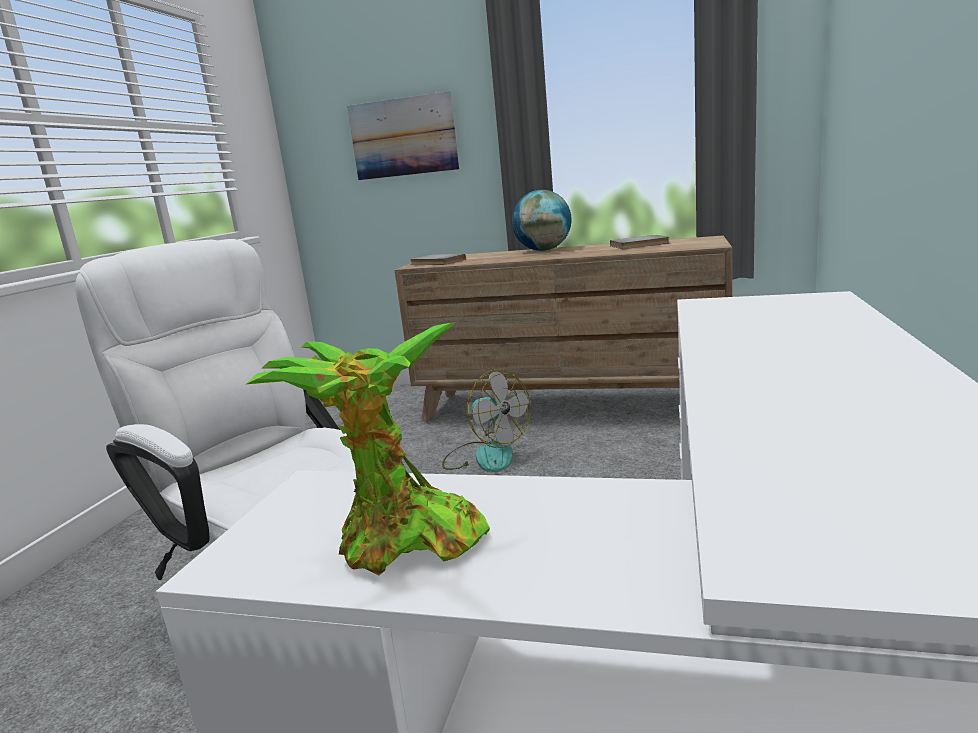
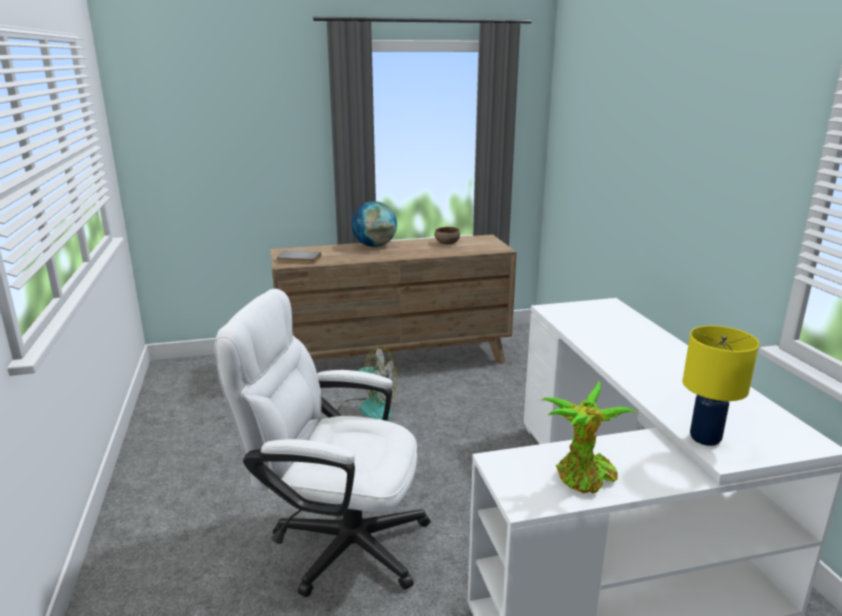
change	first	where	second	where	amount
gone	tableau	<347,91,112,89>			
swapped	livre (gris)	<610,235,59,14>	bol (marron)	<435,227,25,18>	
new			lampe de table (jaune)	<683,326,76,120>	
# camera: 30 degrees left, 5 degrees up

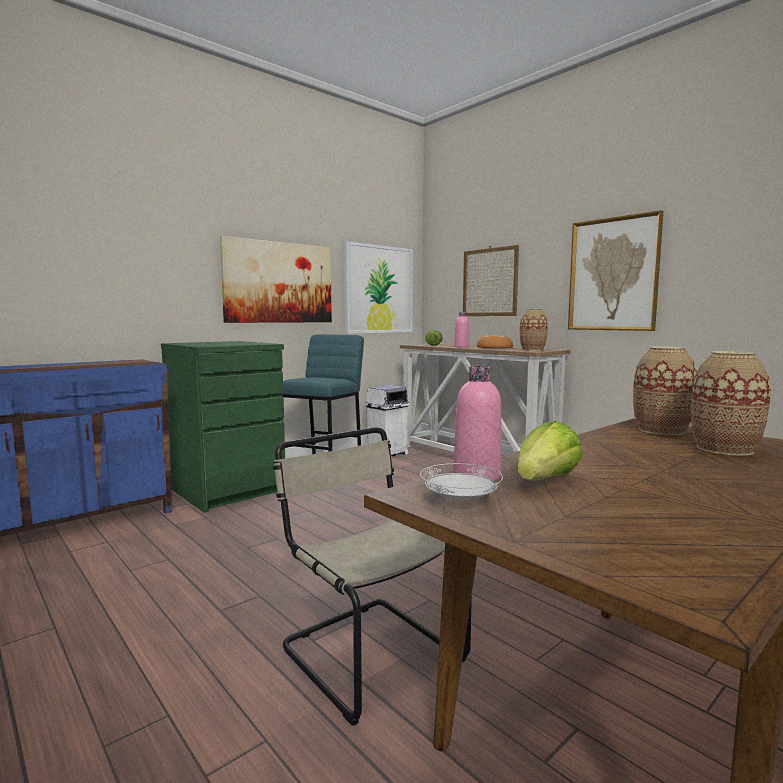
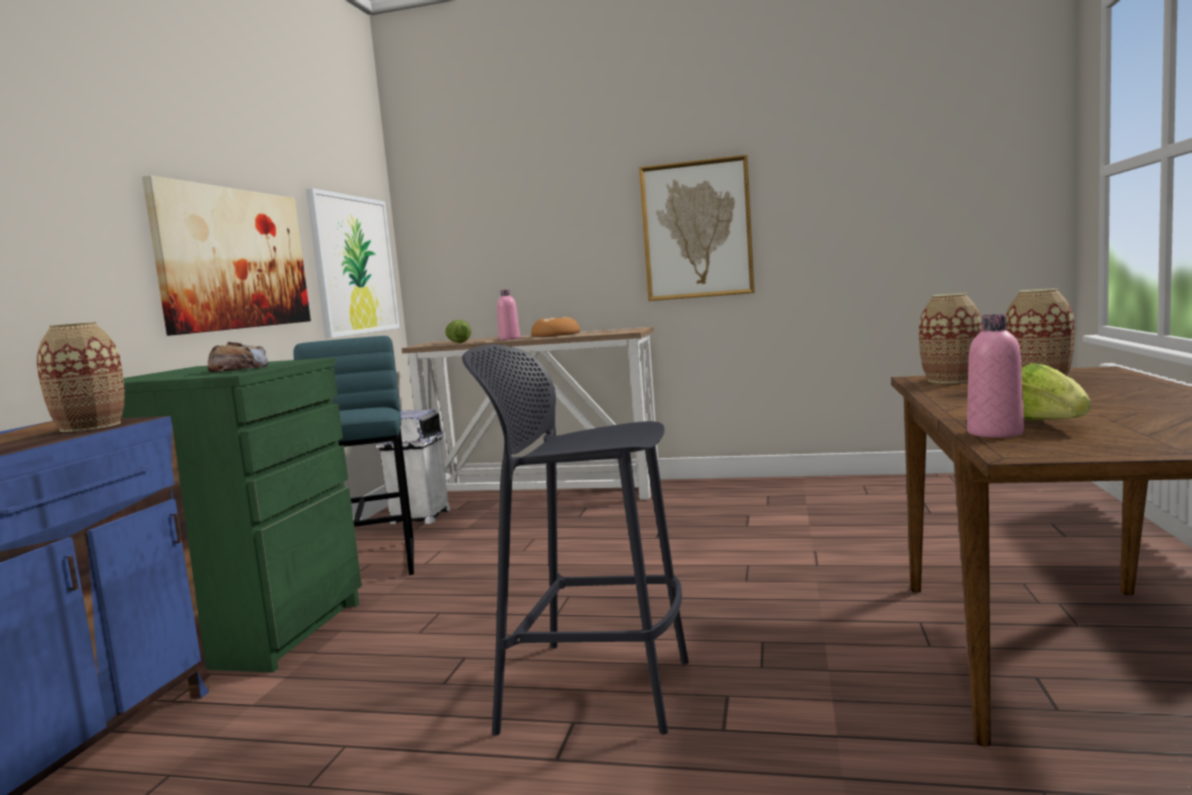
change	first	where	second	where	amount
gone	tableau	<463,245,56,71>			
shifted	vase	<520,309,28,42>		<37,322,87,110>	
gone	chaise (beige)	<273,427,199,299>			
gone	assiette (blanc)	<420,463,83,38>			
new			pain	<207,342,61,31>	
new			tabouret (gris)	<462,344,227,392>	
# camera: 35 degrees left, 0 degrees up

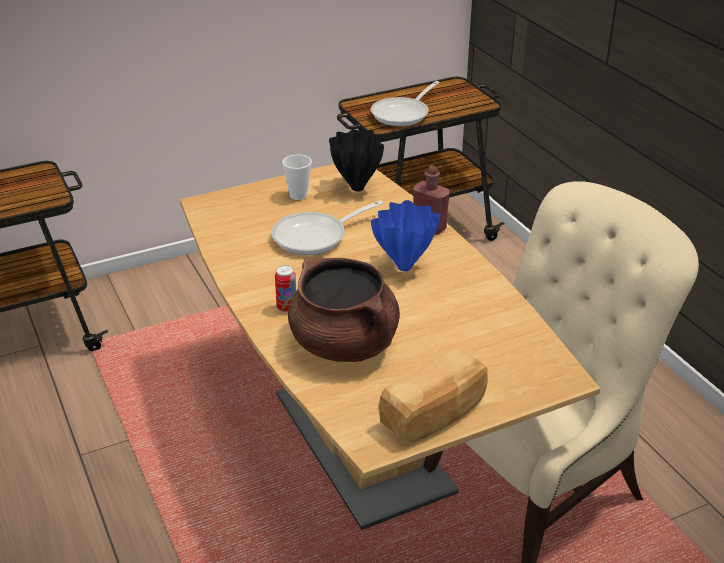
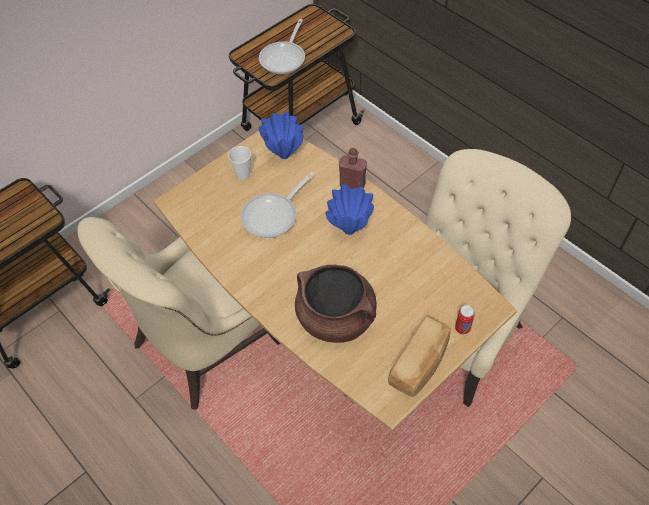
change	first	where	second	where	amount
repainted	vase (noir)	<329,130,55,61>	vase (bleu)	<258,111,45,48>	
shifted	boîte métallique	<275,265,21,48>		<455,305,20,29>	
new			chaise (beige)	<77,217,203,193>	
# camera: 15 degrees left, 20 degrees up

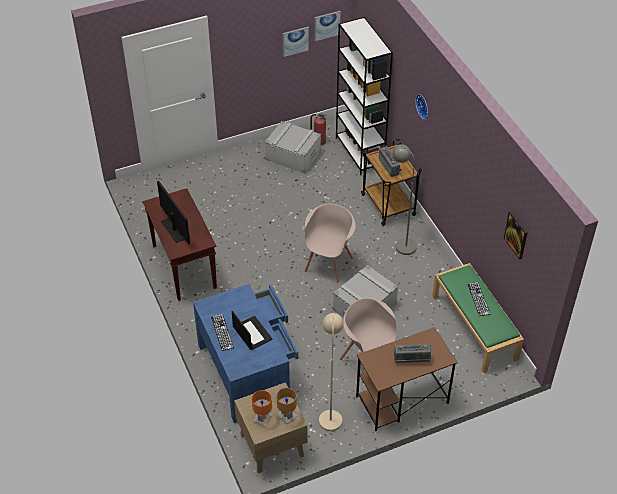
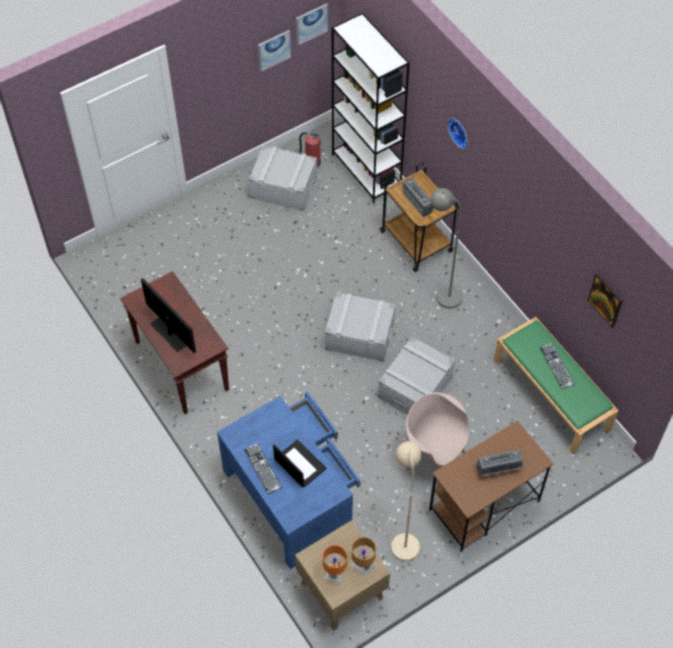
change	first	where	second	where	amount
swapped	chaise (beige)	<305,204,51,79>	boîte de rangement (gris)	<325,292,71,70>	
# camera: 10 degrees left, 10 degrees up

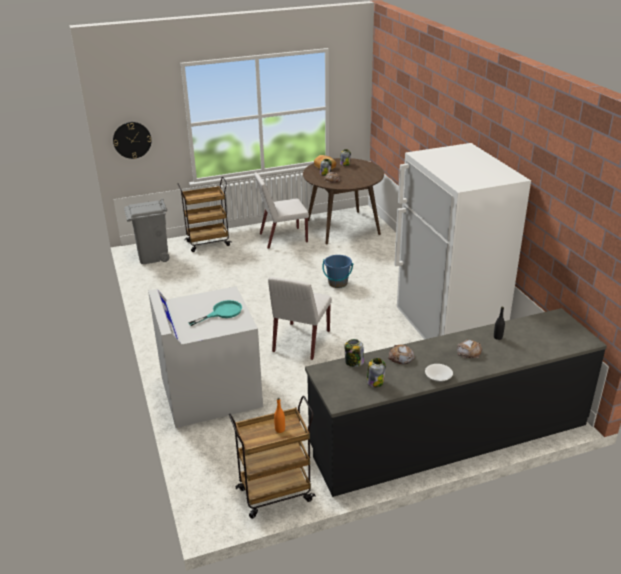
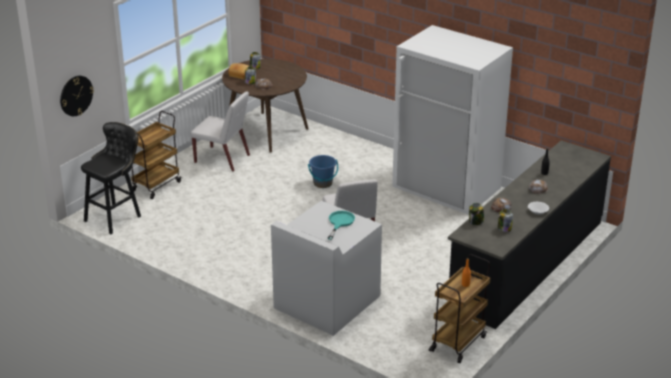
change	first	where	second	where	amount
rotated	chaise (blanc)	<254,172,55,77>		<190,91,60,81>	105 degrees counterclockwise
swapped	poubelle (gris)	<124,199,46,65>	tabouret (noir)	<81,122,60,112>	
# camera: 35 degrees left, 0 degrees up

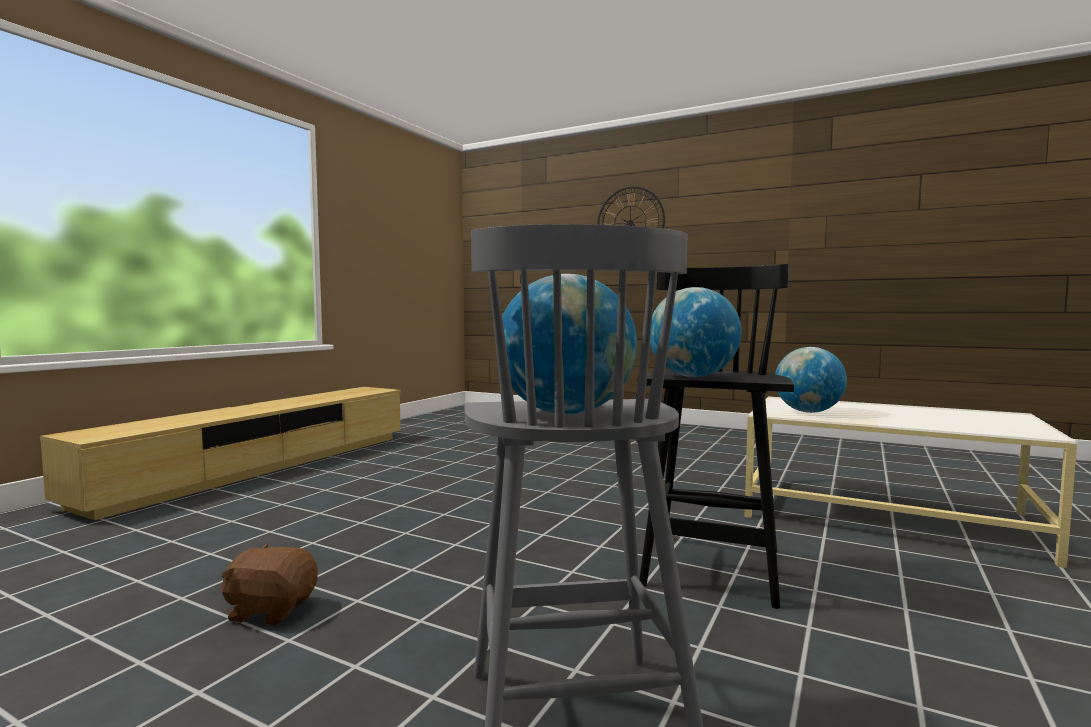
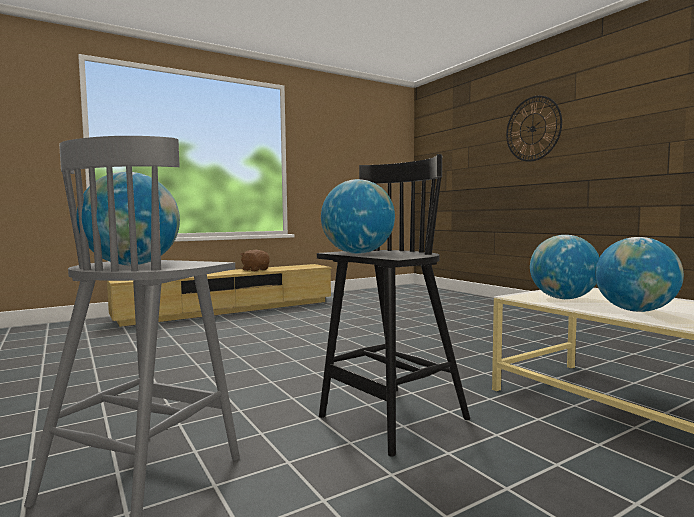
change	first	where	second	where	amount
shifted	peluche (marron)	<222,544,96,82>		<241,250,29,21>	
new			globe	<595,237,89,75>	
# camera: 30 degrees right, 0 degrees up

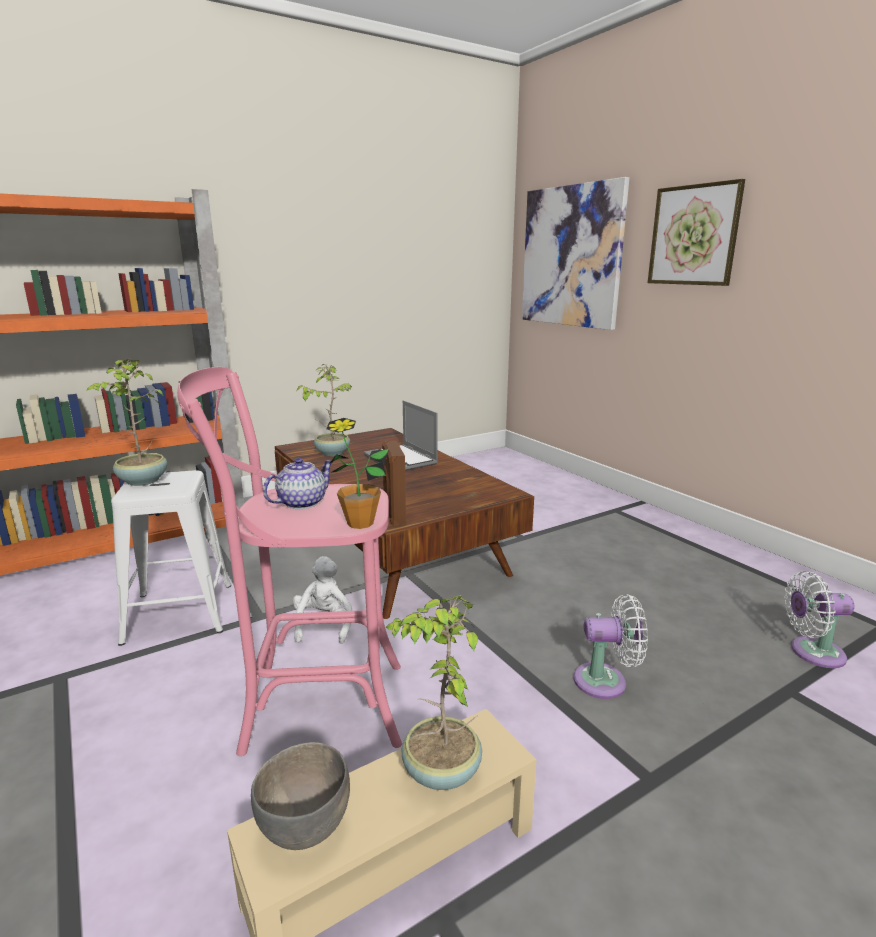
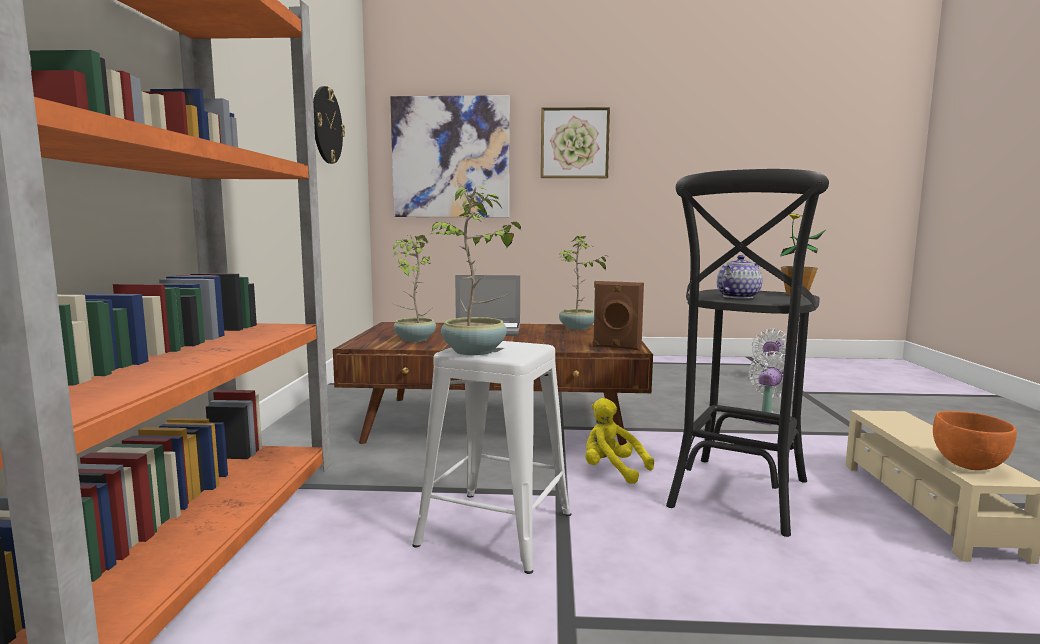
change	first	where	second	where	amount
repainted	tabouret (rose)	<177,367,225,389>	tabouret (noir)	<666,169,163,368>	
rotated	théière	<263,458,70,51>		<717,255,46,44>	60 degrees clockwise
repainted	peluche (blanc)	<293,556,59,88>	peluche (jaune)	<585,398,69,86>	
shifted	plante en pot	<386,595,96,195>		<559,235,48,95>	
repainted	bol (gris)	<251,742,99,108>	bol (orange)	<933,411,84,59>	
new			horloge murale	<313,86,32,78>	
# camera: 55 degrees left, 10 degrees down

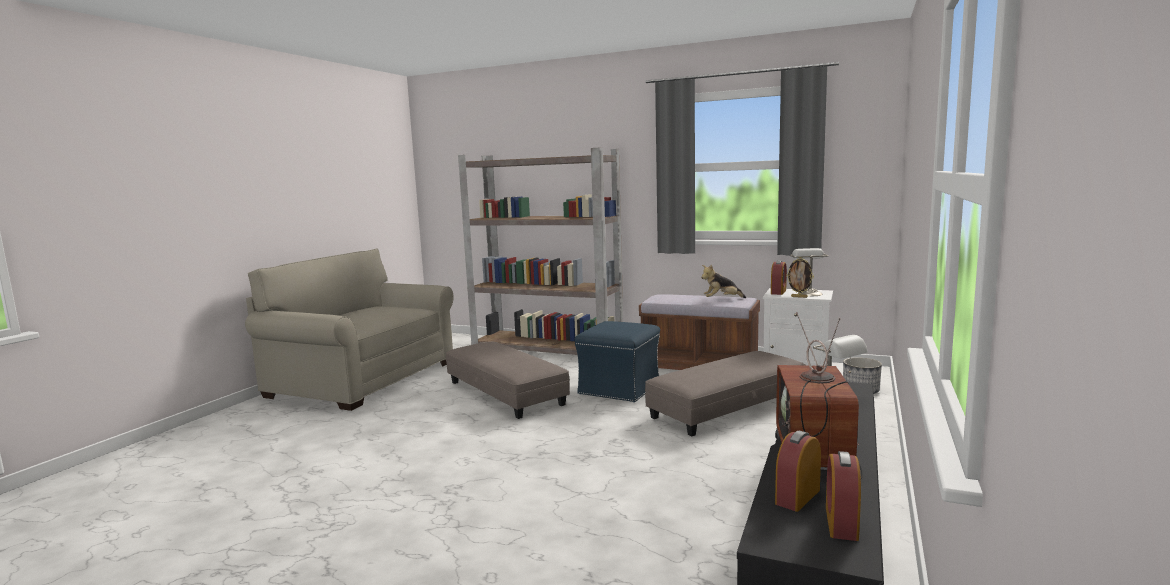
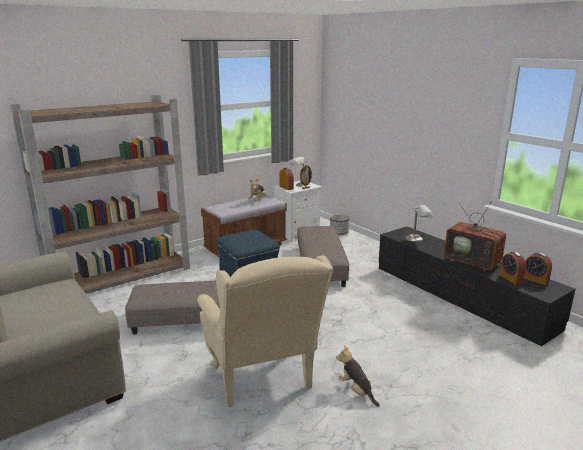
change	first	where	second	where	amount
new			fauteuil (beige)	<197,255,136,152>	
new			peluche	<336,345,44,62>	
# camera: 60 degrees left, 10 degrees up

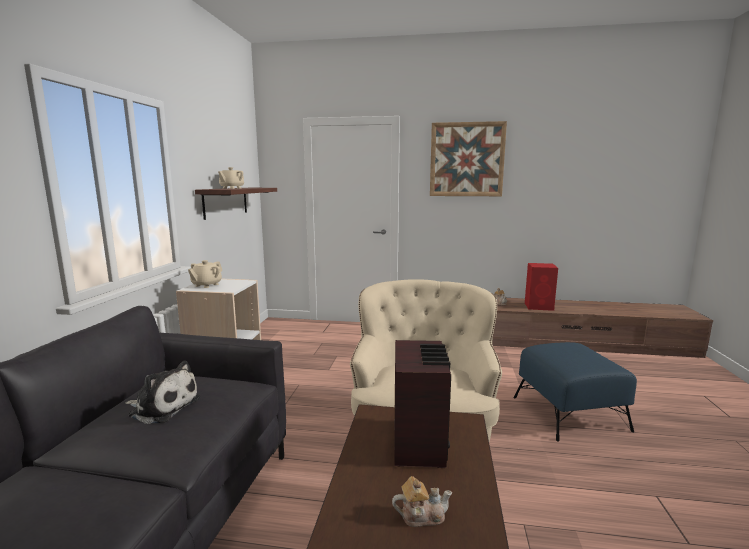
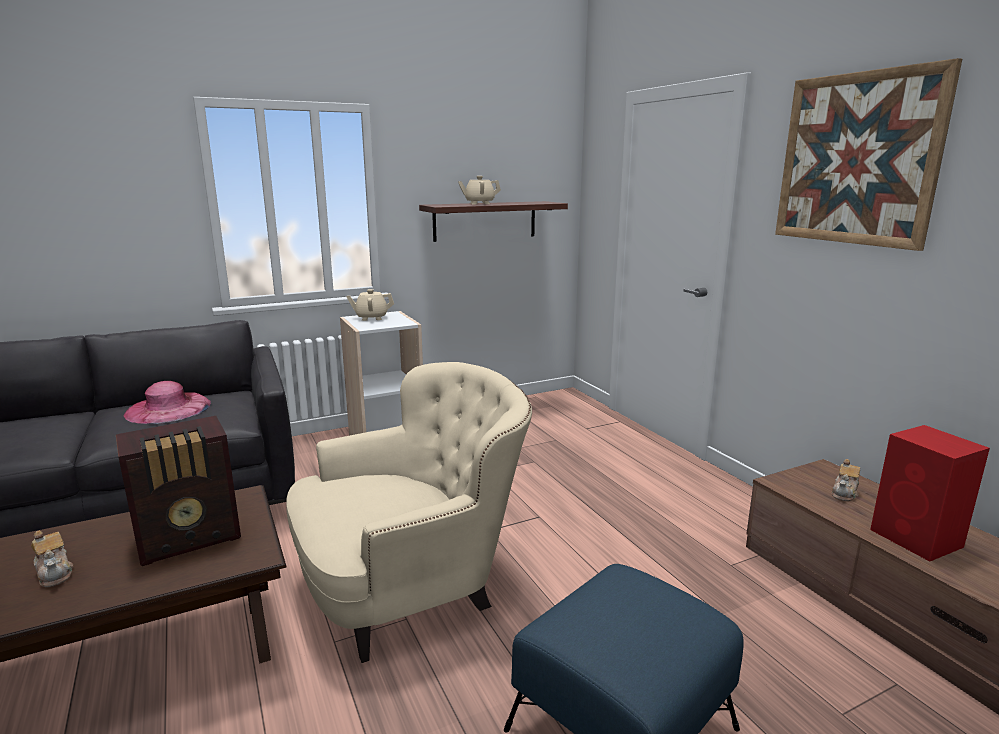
change	first	where	second	where	amount
swapped	peluche	<125,360,75,64>	chapeau (rose)	<124,381,87,43>	
# camera: 55 degrees right, 5 degrees up

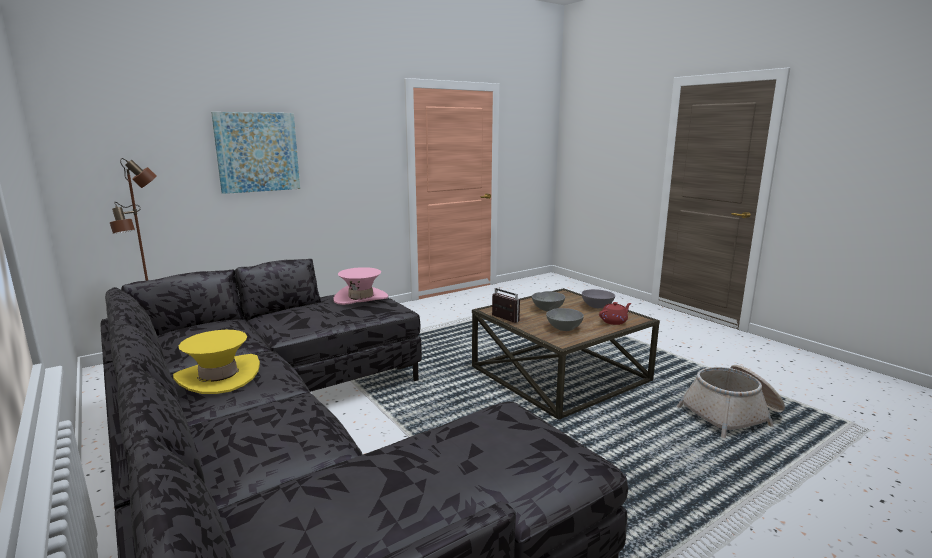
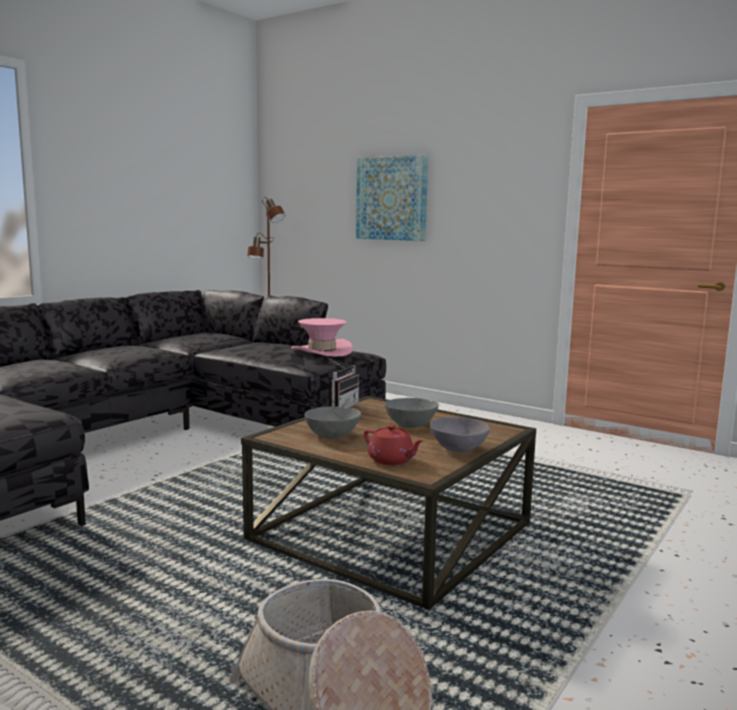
change	first	where	second	where	amount
gone	chapeau (jaune)	<173,330,87,64>			
# camera: 70 degrees right, 5 degrees down

